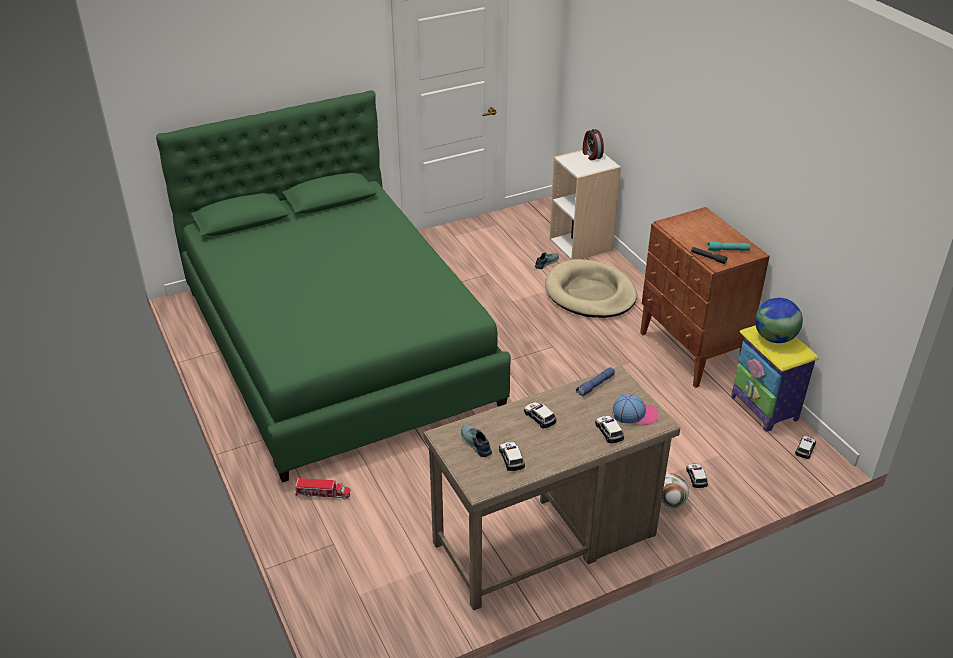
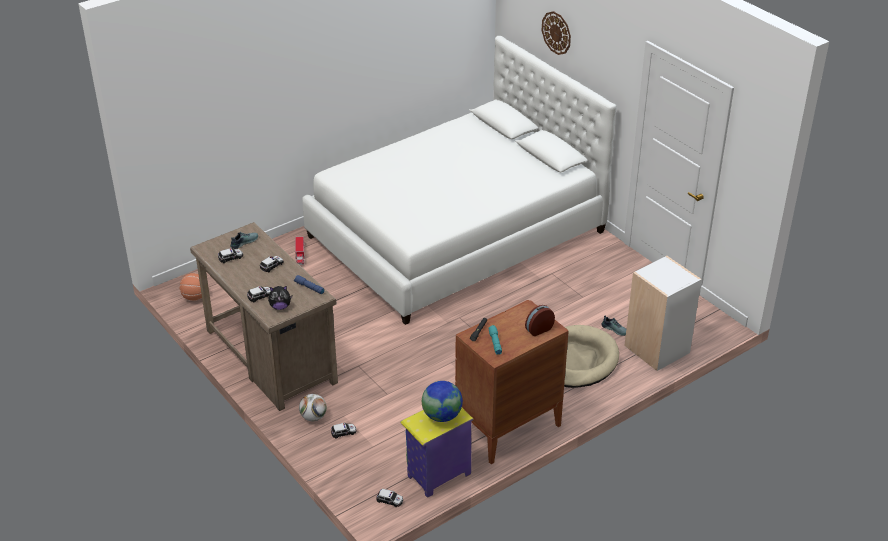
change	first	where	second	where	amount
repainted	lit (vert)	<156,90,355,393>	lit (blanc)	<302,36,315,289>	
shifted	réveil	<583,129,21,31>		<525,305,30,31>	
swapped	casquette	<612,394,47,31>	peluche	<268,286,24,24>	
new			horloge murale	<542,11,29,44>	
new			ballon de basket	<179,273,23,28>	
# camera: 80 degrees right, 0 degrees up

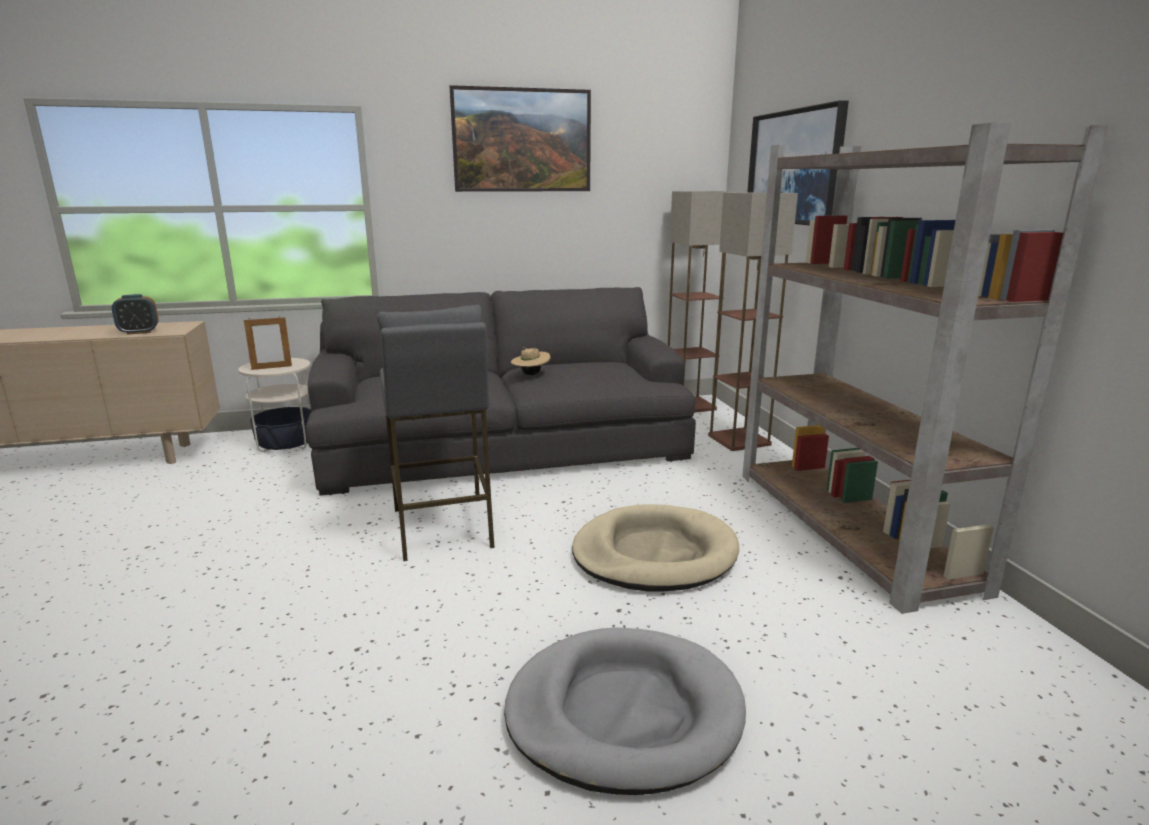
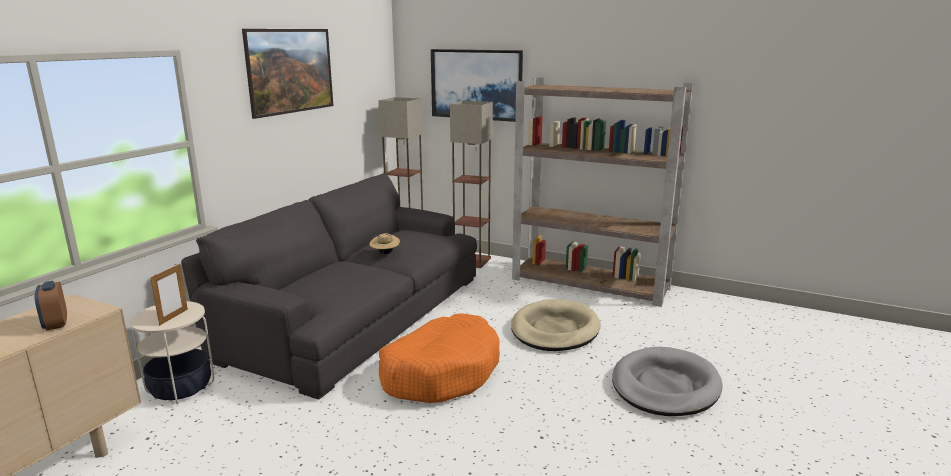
change	first	where	second	where	amount
rotated	réveil	<112,294,46,41>		<34,281,33,50>	135 degrees clockwise
swapped	tabouret (gris)	<377,305,118,256>	panier pour chien (orange)	<379,313,121,90>	
# camera: 50 degrees left, 0 degrees up

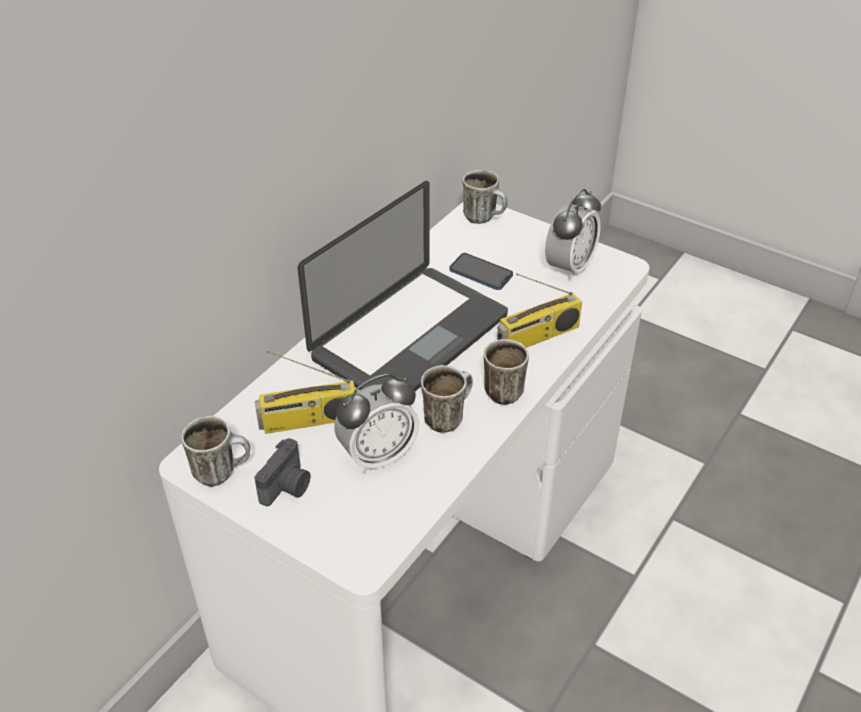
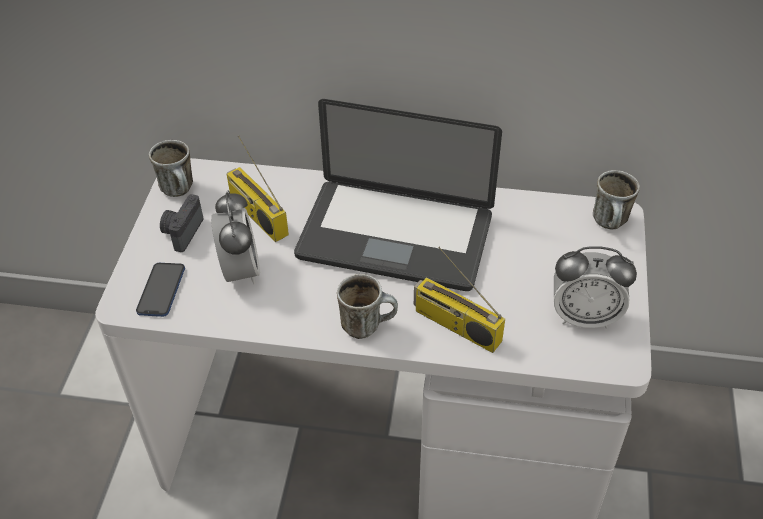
change	first	where	second	where	amount
shifted	téléphone	<449,253,64,37>		<136,263,49,54>	
gone	mug	<421,365,52,68>			
rotated	réveil	<334,374,85,99>		<211,190,49,94>	135 degrees counterclockwise
rotated	appareil photo	<255,438,55,68>		<160,194,43,58>	105 degrees clockwise
# camera: 65 degrees right, 5 degrees up

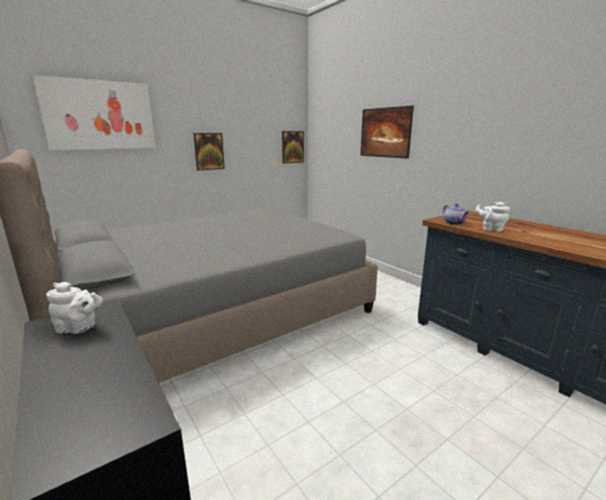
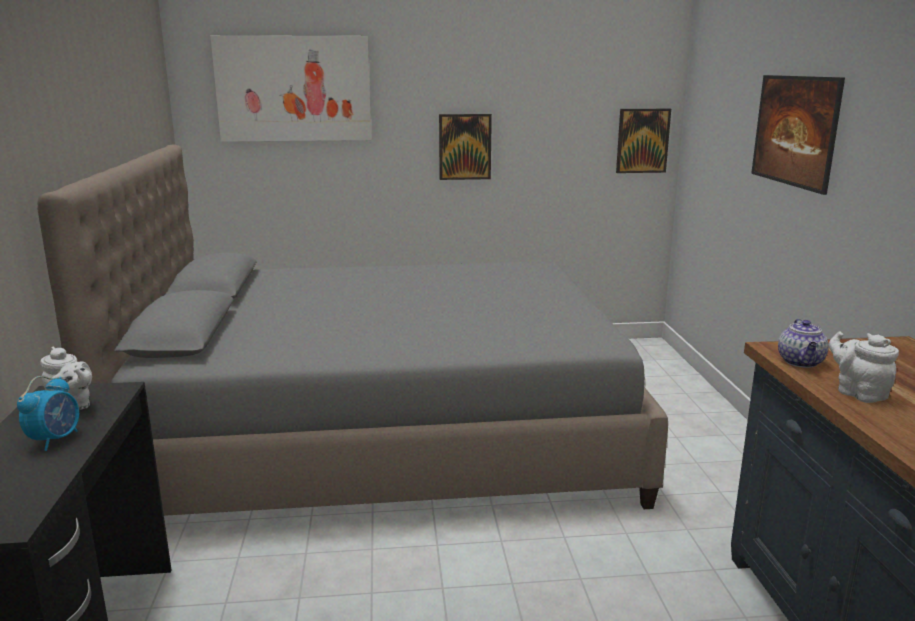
change	first	where	second	where	amount
new			réveil	<17,376,62,75>	
# camera: 30 degrees right, 0 degrees up

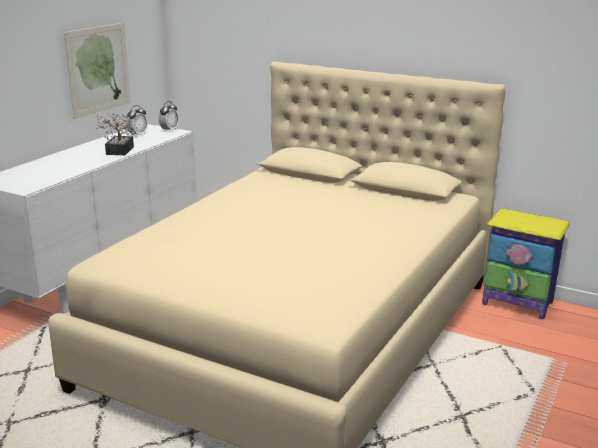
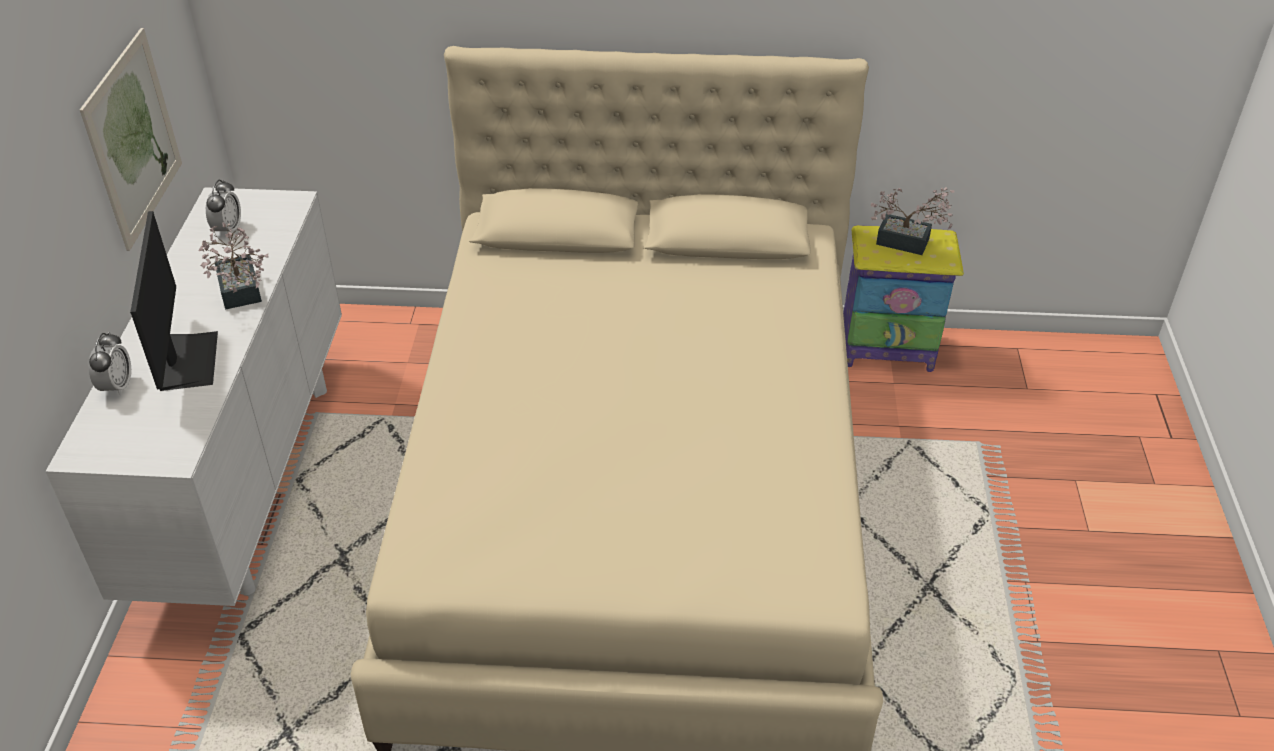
change	first	where	second	where	amount
shifted	réveil	<159,101,20,31>		<89,332,42,64>	
new			plante en pot	<871,187,84,68>	
new			écran d'ordinateur	<130,211,88,180>	
# camera: 25 degrees left, 20 degrees up

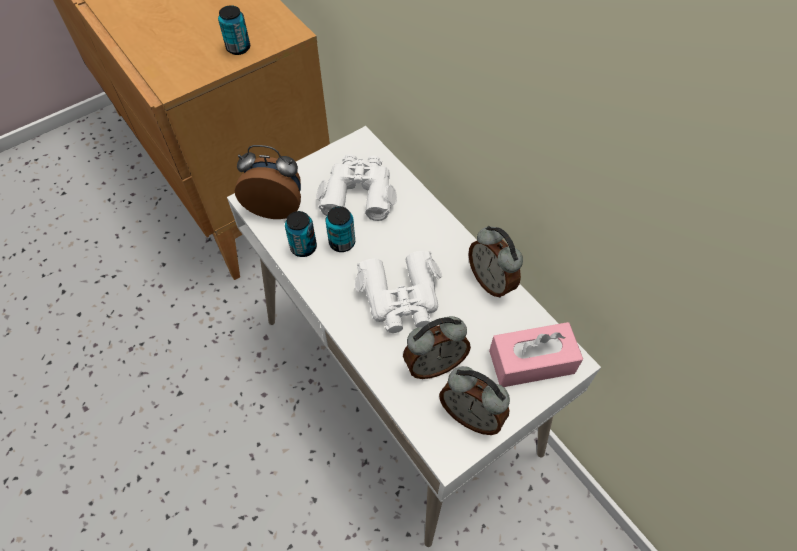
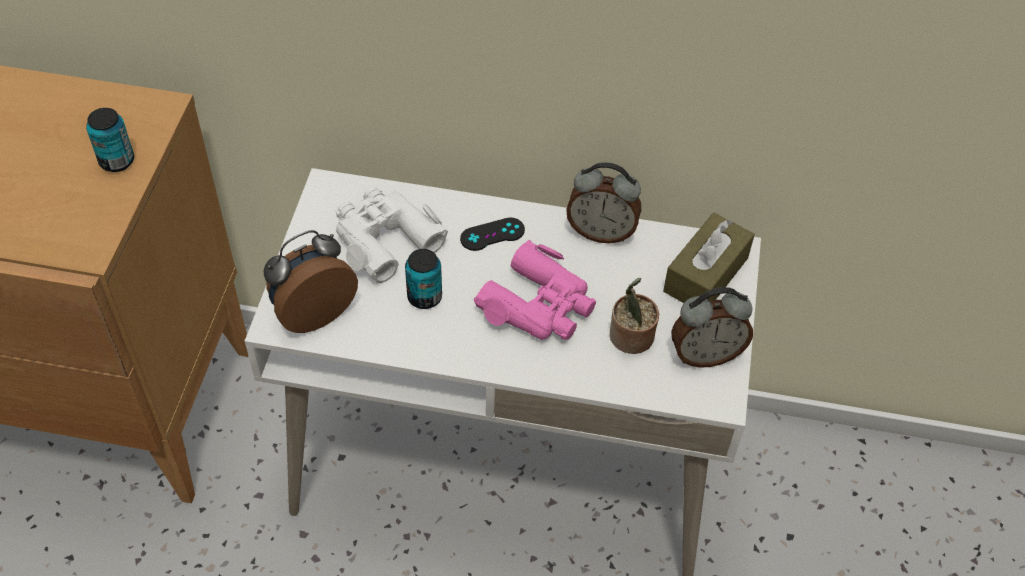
change	first	where	second	where	amount
gone	boîte métallique	<285,211,32,46>			
repainted	jumelles (blanc)	<355,251,87,82>	jumelles (rose)	<474,240,122,100>	
swapped	réveil	<403,316,68,63>	plante en pot	<610,278,49,76>	
repainted	boîte à mouchoirs (rose)	<489,322,94,65>	boîte à mouchoirs (marron)	<663,213,92,90>	
new			manette (noir)	<460,218,65,33>	
# camera: 45 degrees left, 5 degrees down

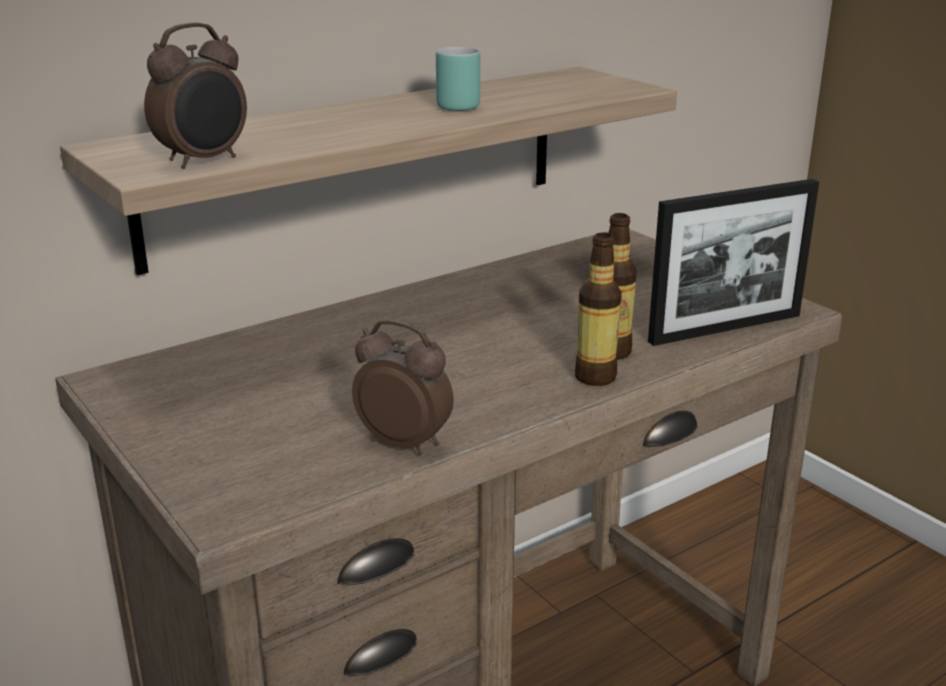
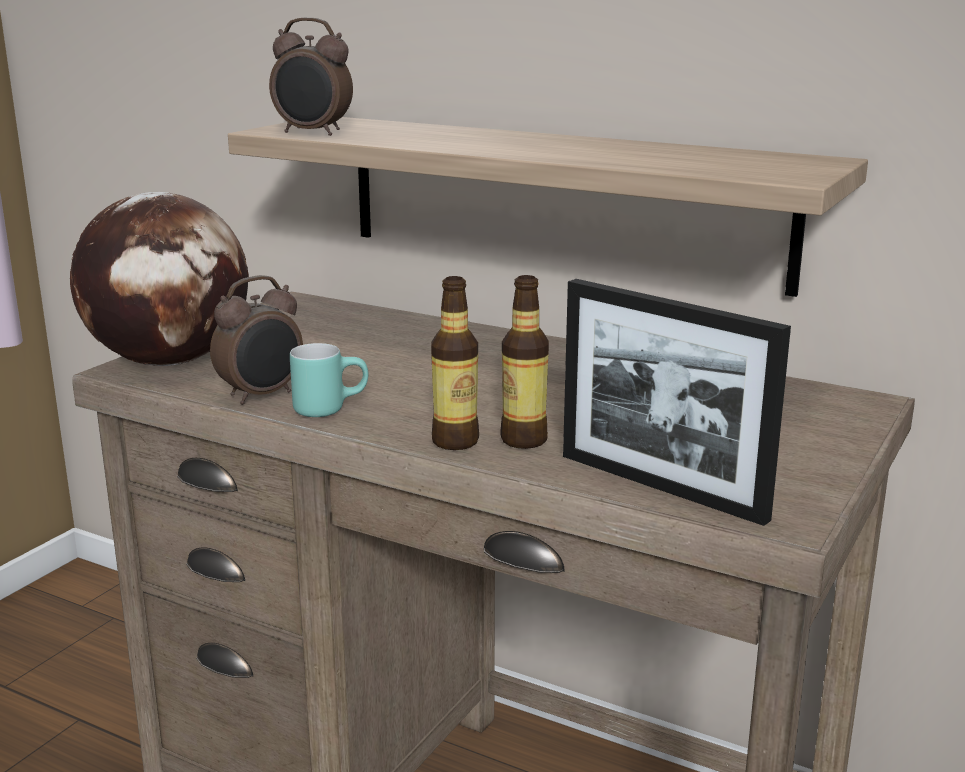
change	first	where	second	where	amount
shifted	mug (turquoise)	<436,47,44,64>		<290,343,79,74>	
rotated	réveil	<352,319,102,136>		<210,275,93,130>	45 degrees clockwise
new			globe	<70,192,179,174>	
# camera: 65 degrees right, 5 degrees down

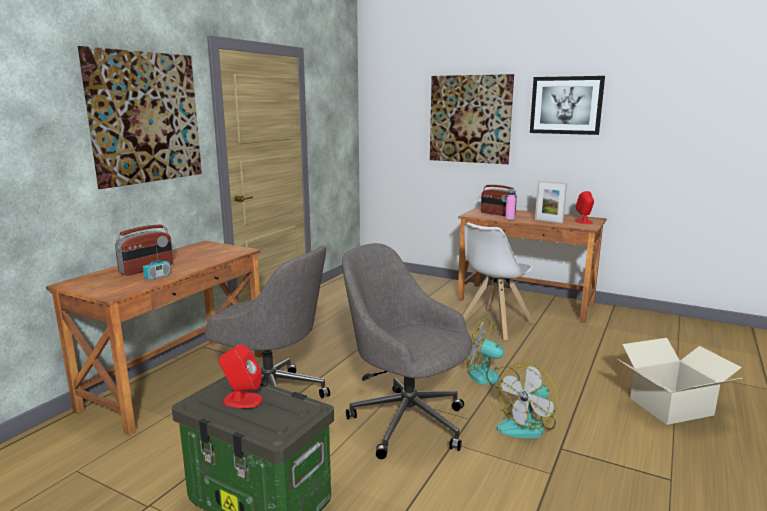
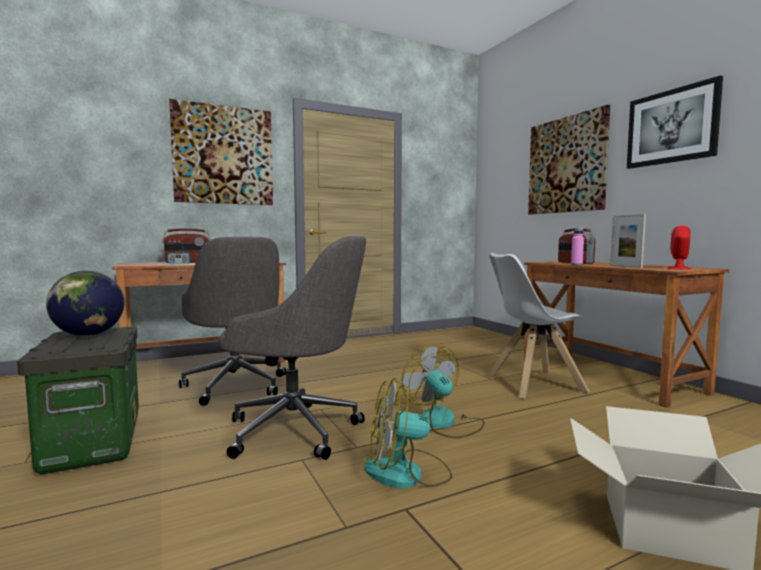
change	first	where	second	where	amount
rotated	chaise de bureau (gris)	<342,243,130,216>		<219,236,147,224>	120 degrees clockwise
swapped	enceinte (rouge)	<219,344,44,64>	globe	<46,271,78,65>	
# camera: 35 degrees right, 10 degrees down

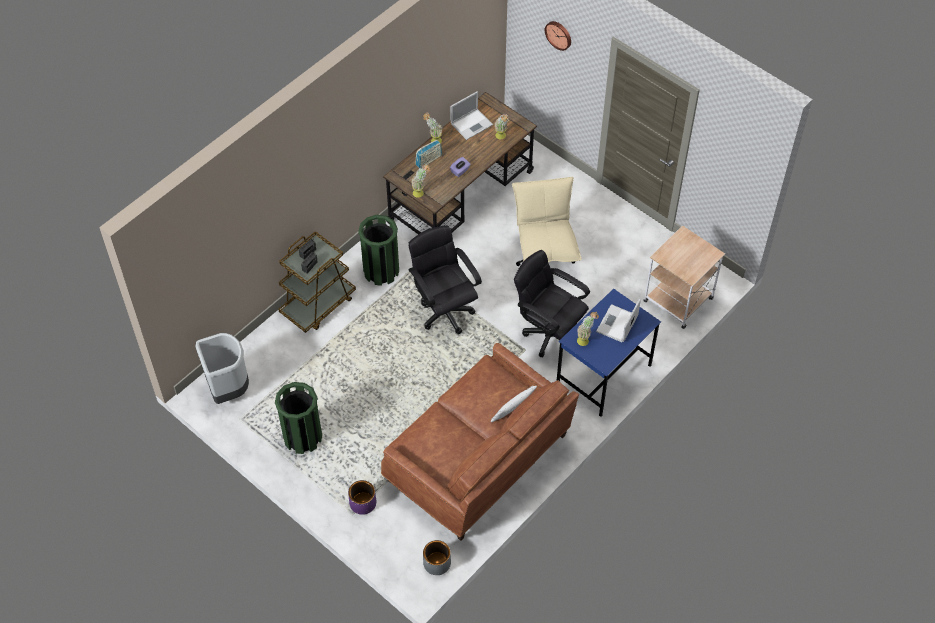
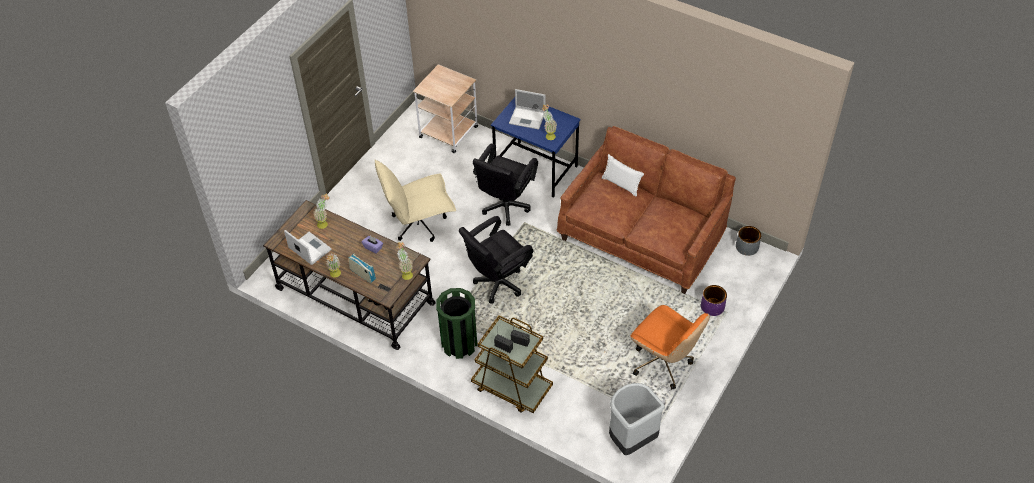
change	first	where	second	where	amount
gone	horloge murale	<545,21,26,30>			
swapped	poubelle (vert)	<275,382,47,72>	chaise de bureau (orange)	<630,305,80,84>	
# camera: 100 degrees left, 5 degrees down

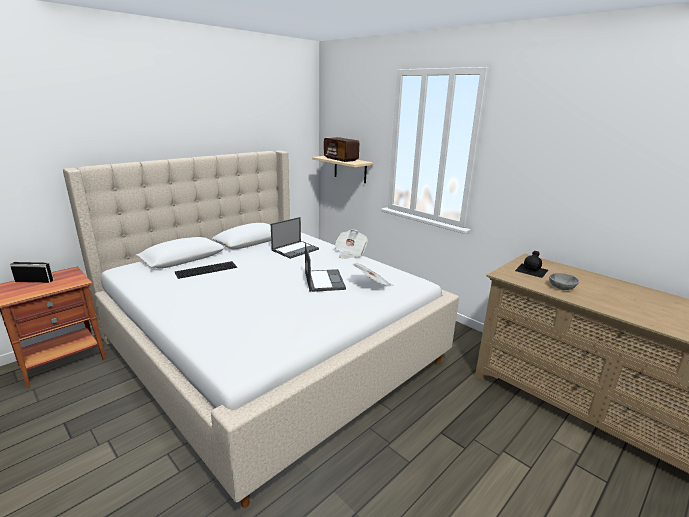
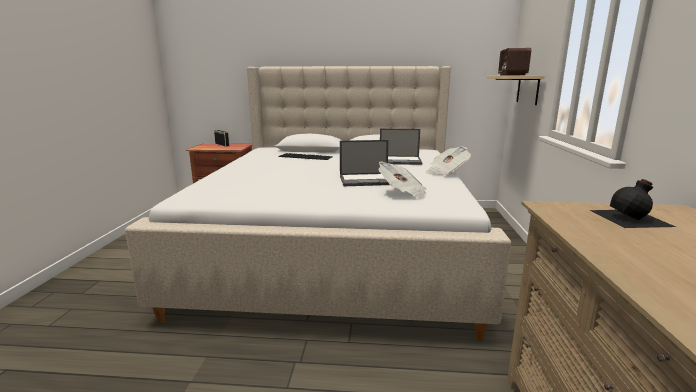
change	first	where	second	where	amount
rotated	ordinateur portable	<305,243,41,49>		<340,140,50,46>	45 degrees clockwise
gone	bol (gris)	<549,273,30,17>			
# camera: 50 degrees right, 5 degrees down

